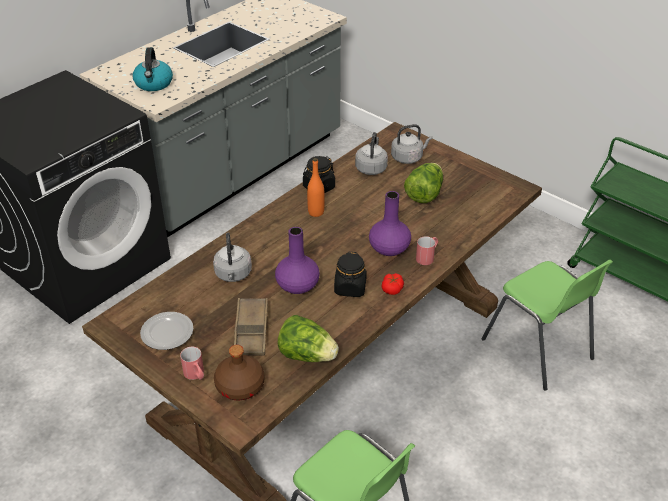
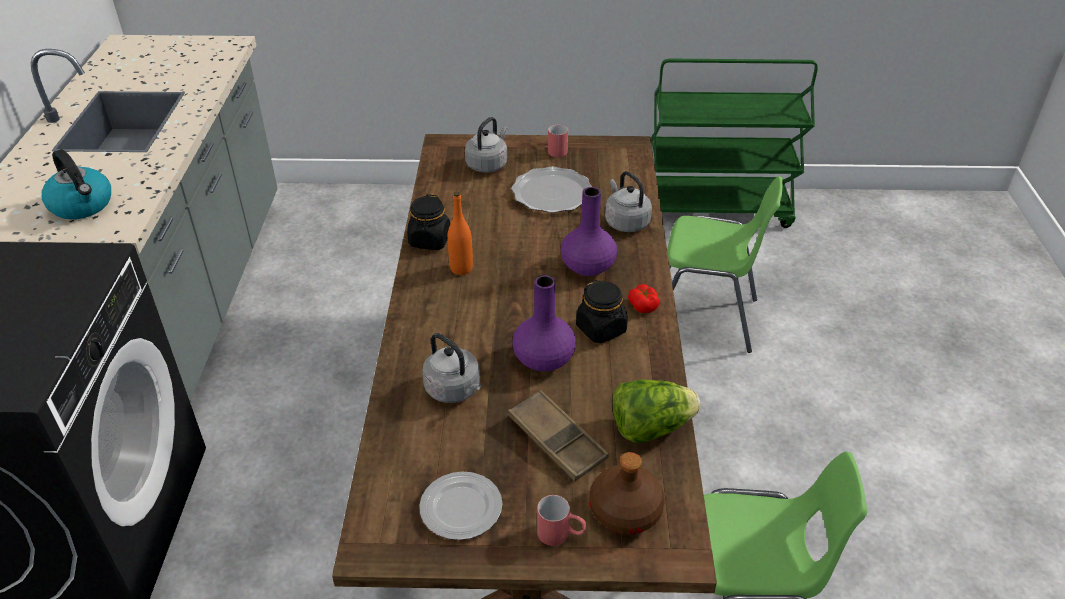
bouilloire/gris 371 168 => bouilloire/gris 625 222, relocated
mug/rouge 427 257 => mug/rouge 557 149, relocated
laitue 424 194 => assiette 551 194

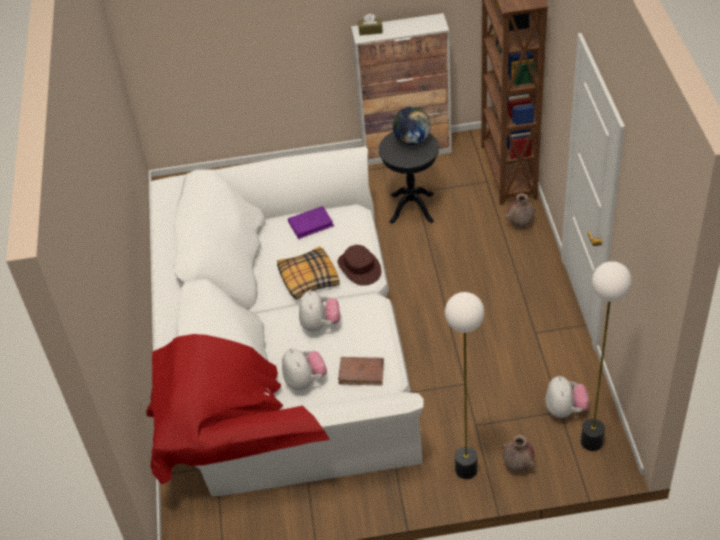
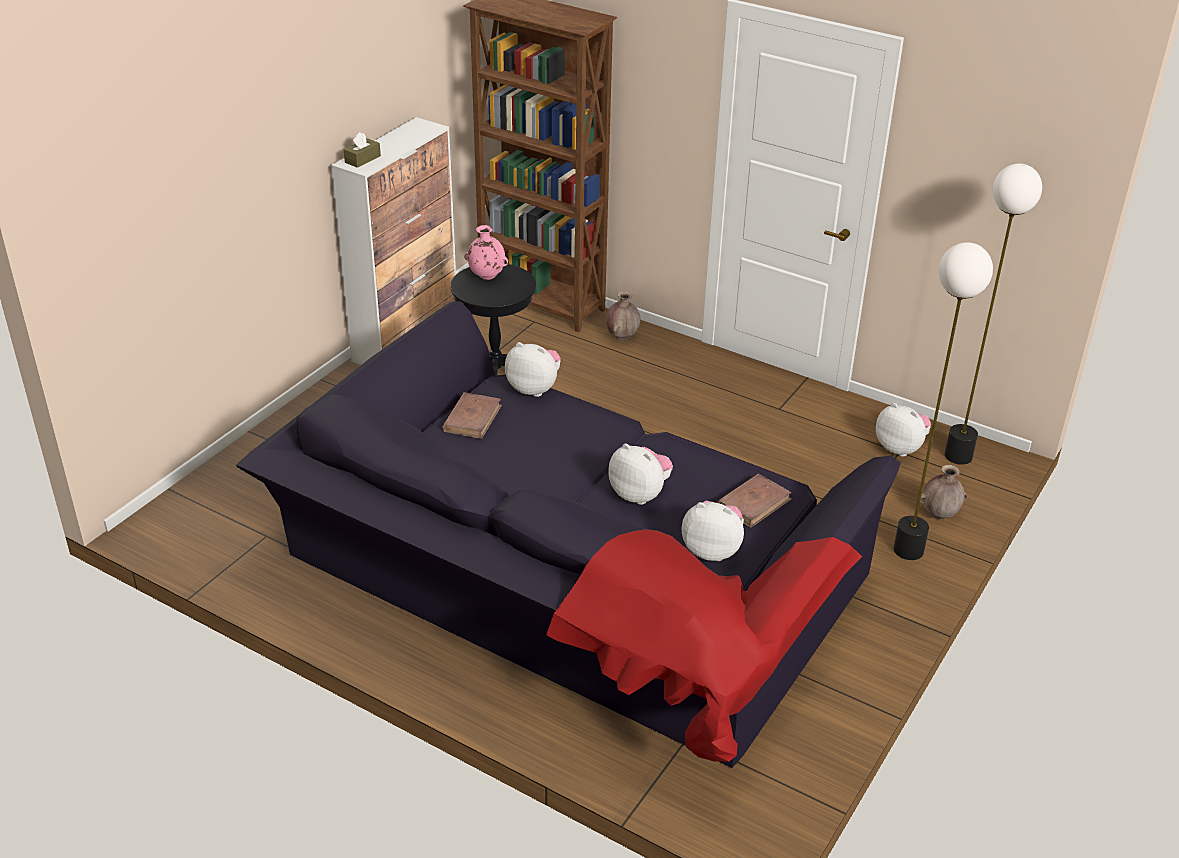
coussin 308 278 => nothing
chapeau/marron 359 267 => nothing
nothing => peluche 534 388
globe 412 140 => vase/rose 486 276
canapé/blanc 282 347 => canapé/noir 567 580
livre/violet 311 224 => livre/marron 472 418

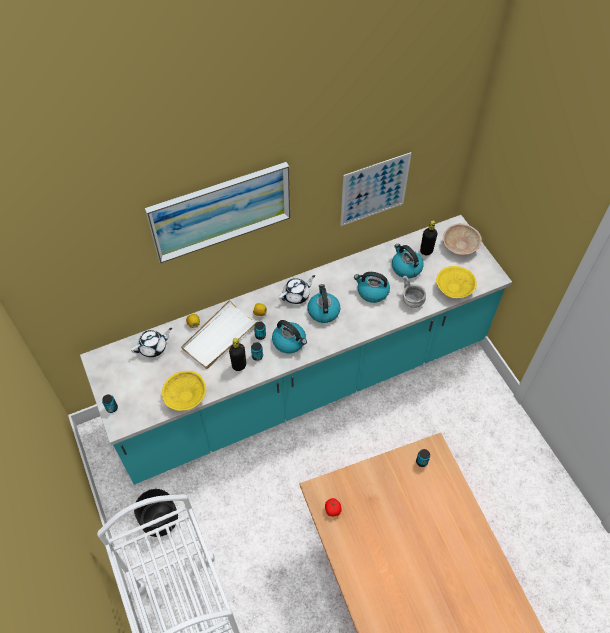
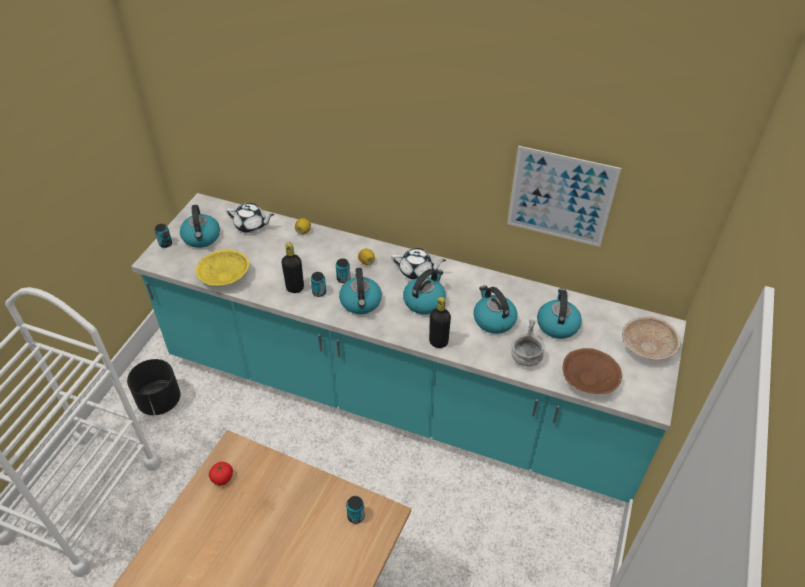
tableau 220 211 => nothing
plateau/blanc 219 336 => nothing
nothing => bouilloire 202 238
bouteille/noir 426 251 => bouteille/noir 438 342, relocated
bol/jaune 454 288 => bol/marron 589 380

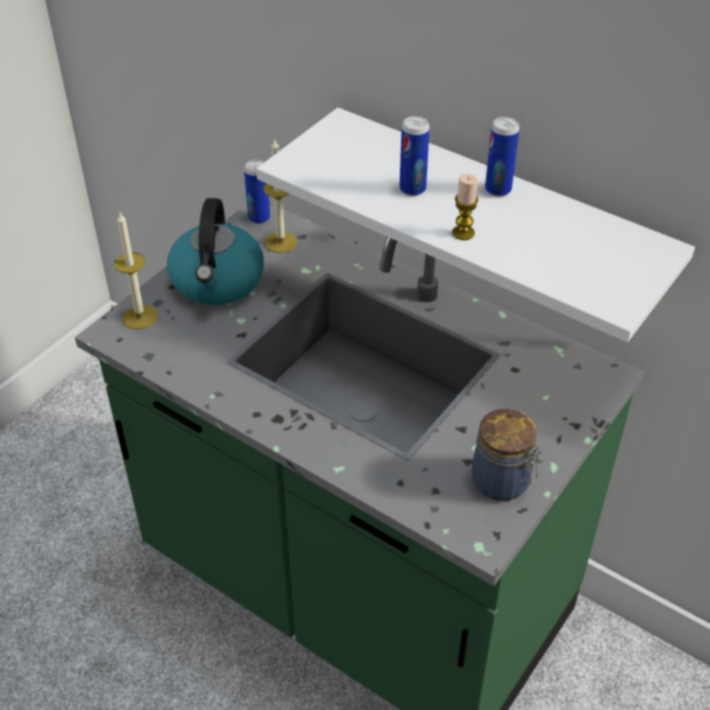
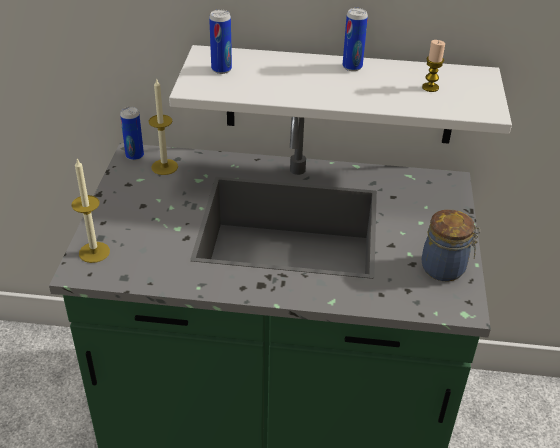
bouilloire 218 282 => nothing
boîte métallique 412 189 => boîte métallique 221 69, relocated
bougie 463 233 => bougie 430 87, relocated

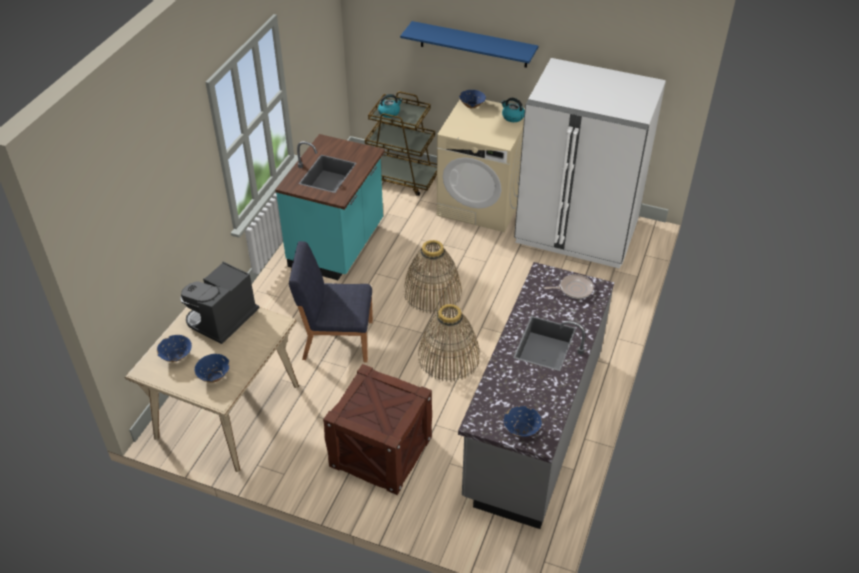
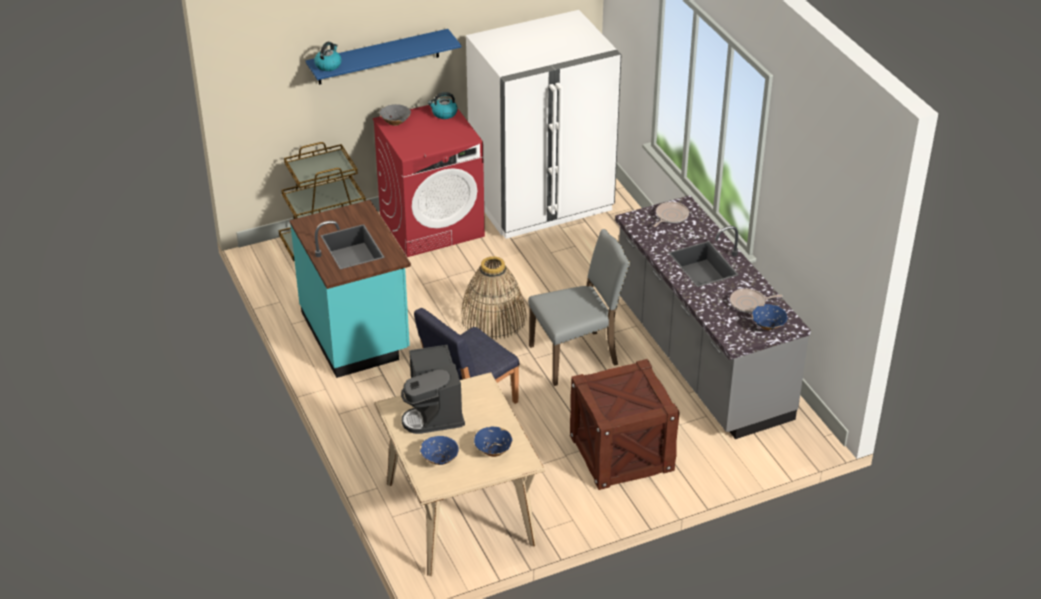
nothing => poêle 749 303
bouilloire 389 112 => bouilloire 328 65, relocated
panier 449 357 => chaise/gris 576 356
lave-linge/beige 481 203 => lave-linge/rouge 432 225
bol/bleu 472 105 => bol/gris 395 122

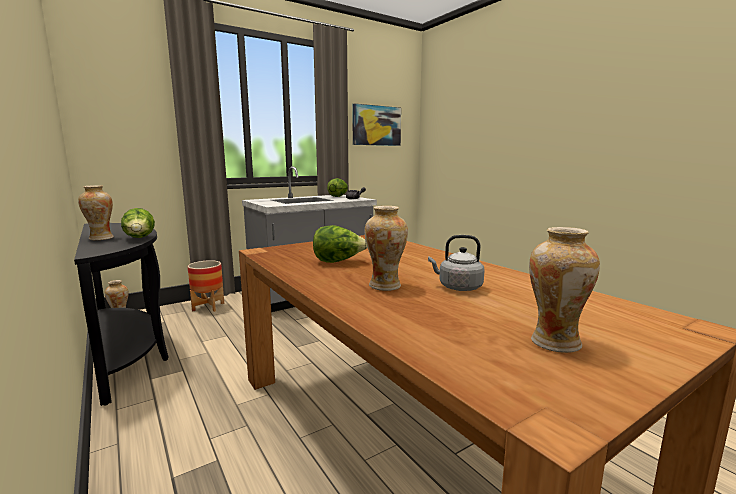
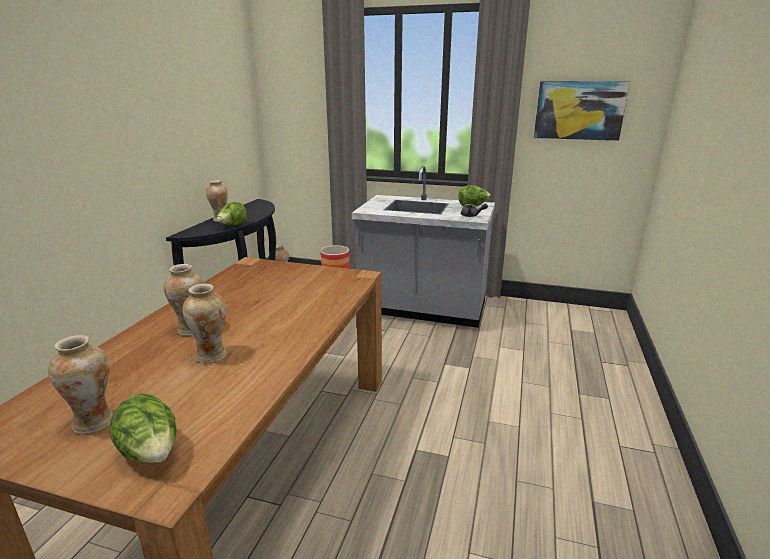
laitue 338 261 => laitue 151 453, relocated
bouilloire/gris 457 287 => vase 211 356

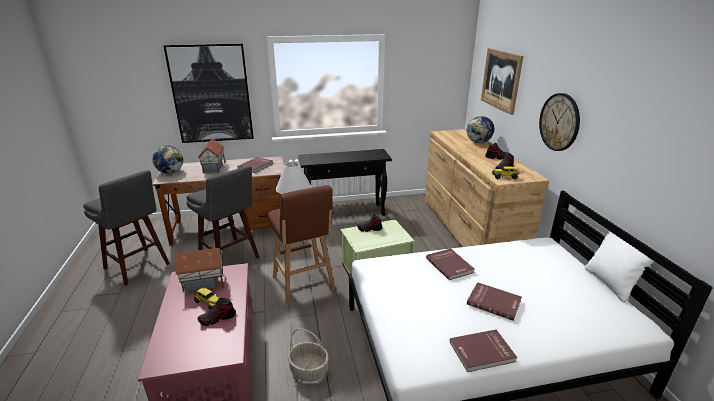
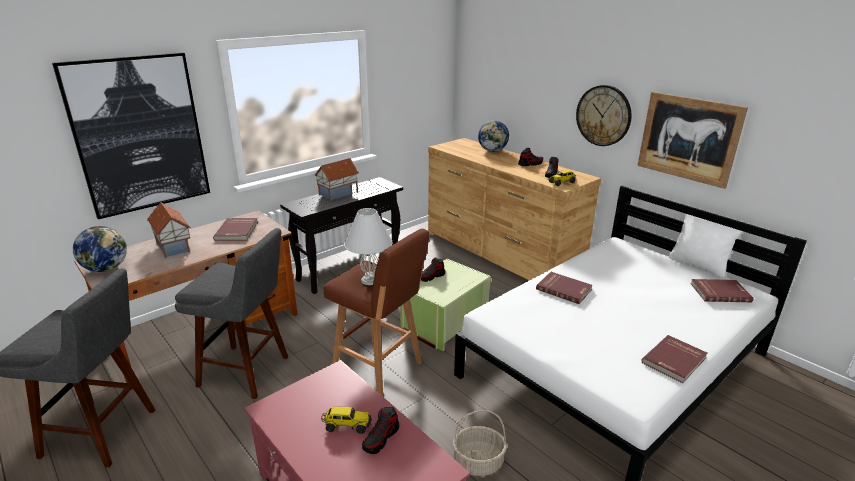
maison miniature 204 283 => maison miniature 338 194, relocated
livre/rouge 494 302 => livre/rouge 719 292, relocated
tableau 501 80 => tableau 688 138, relocated

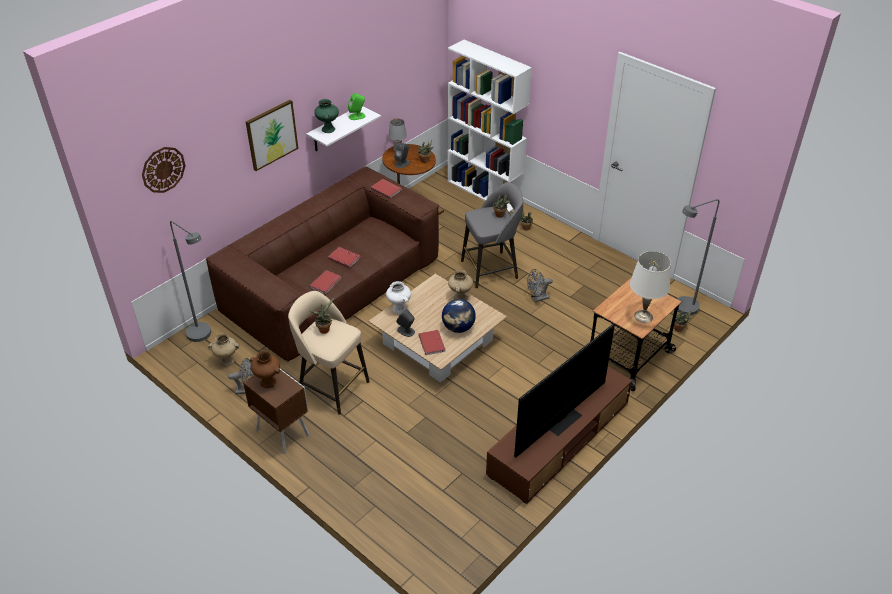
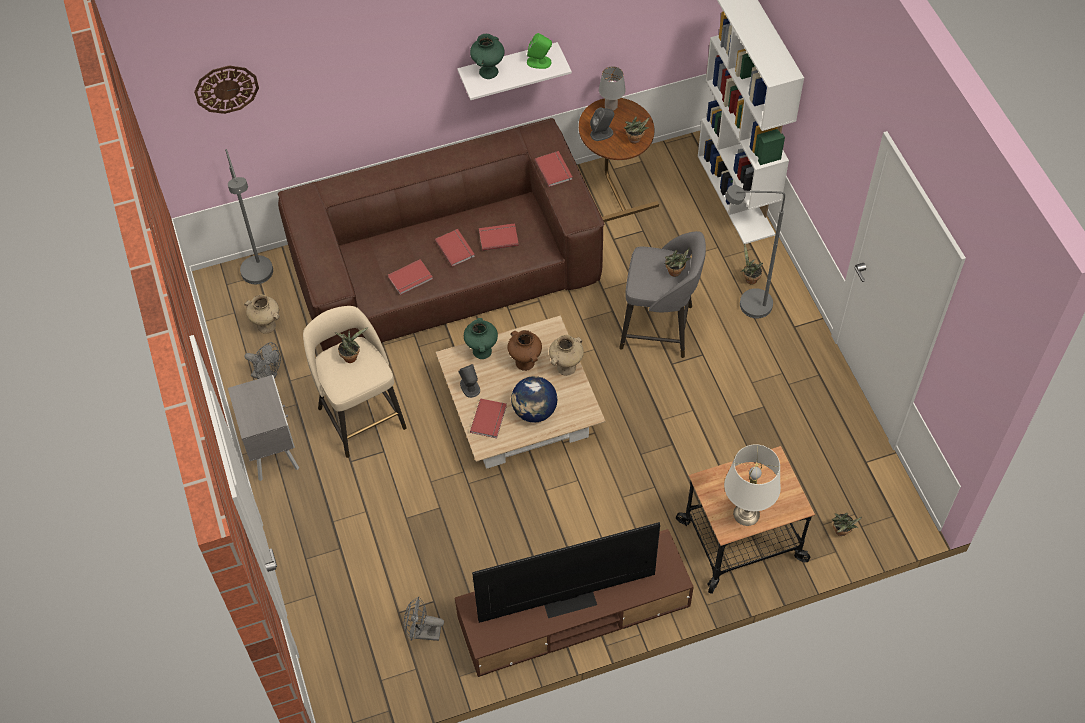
tableau 271 134 => nothing
nothing => livre/rouge 498 237
vase/marron 268 382 => vase/marron 525 362, relocated
ventilateur/gris 537 298 => ventilateur/gris 423 633, relocated
lampadaire/gris 681 310 => lampadaire/gris 746 306, relocated
table de chevet/marron 282 432 => table de chevet/gris 273 451
vase/blanc 398 309 => vase/vert 481 350

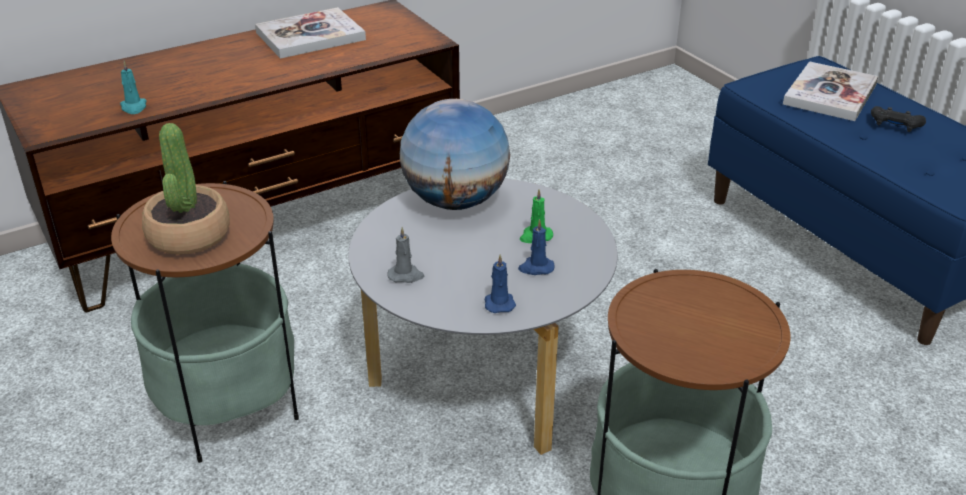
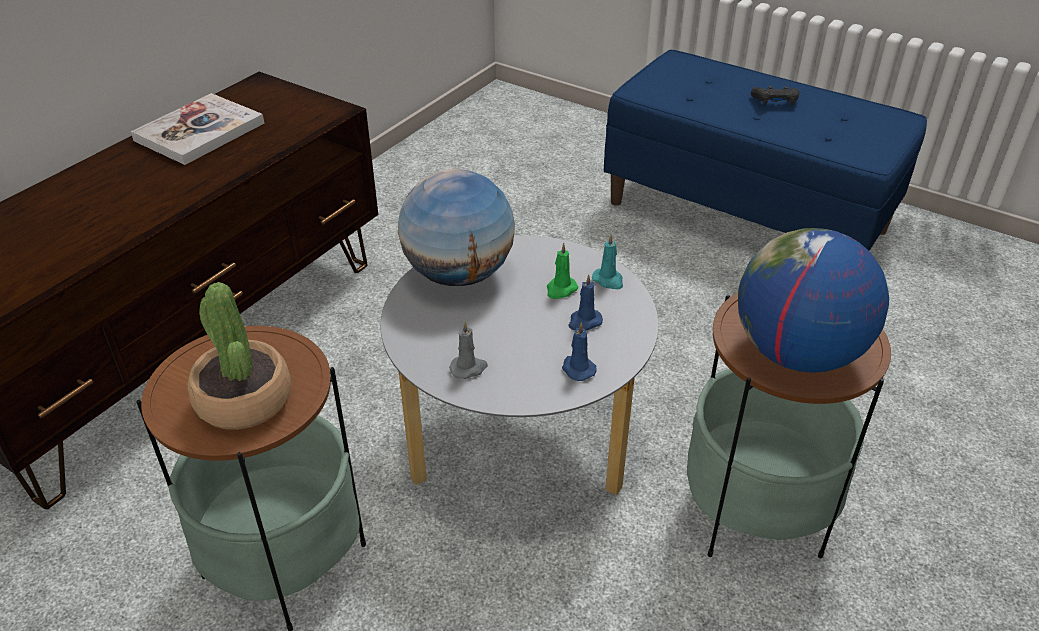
livre 830 94 => nothing
nothing => globe 796 353
bougie/turquoise 134 107 => bougie/turquoise 608 280, relocated

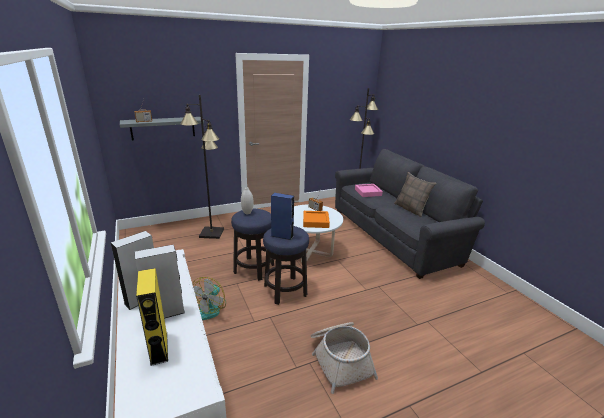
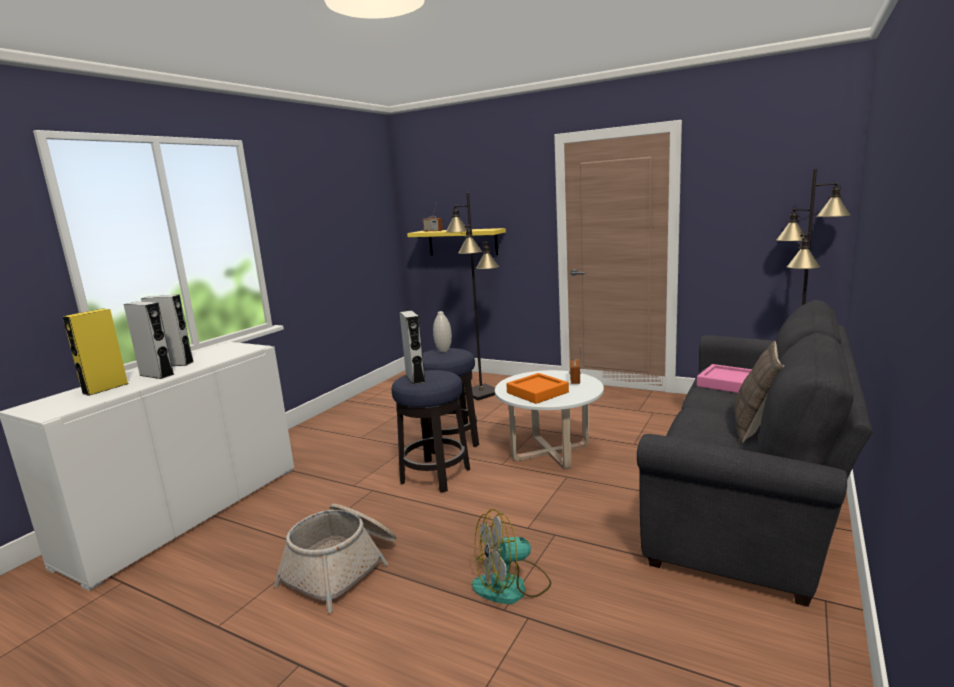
ventilateur 210 309 => ventilateur 511 586, relocated
étagère/gris 163 128 => étagère/jaune 462 242
enceinte/bleu 282 236 => enceinte/gris 415 378

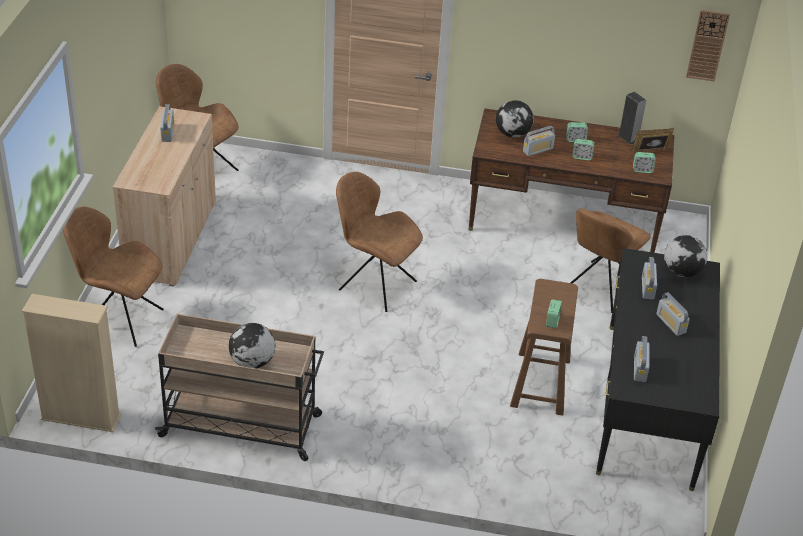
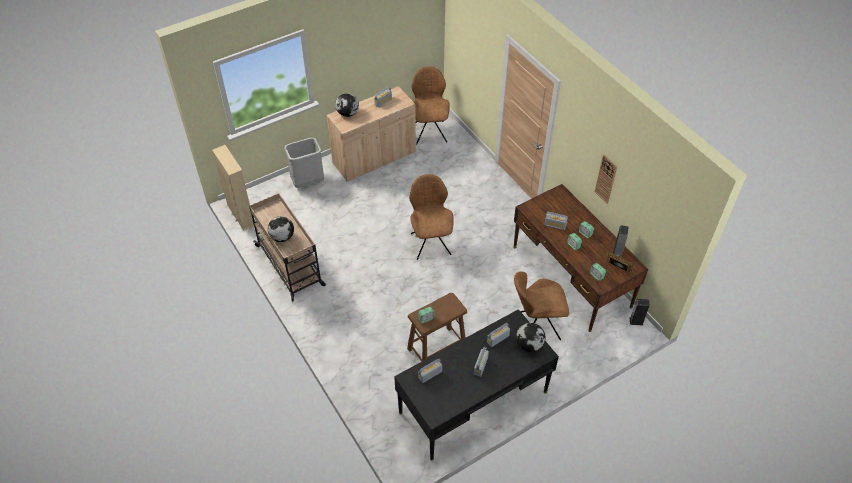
nothing => enceinte 636 321
globe 513 134 => globe 348 113, relocated
horloge murale 707 45 => horloge murale 606 179, relocated
chaise/marron 120 319 => poubelle/gris 308 182

